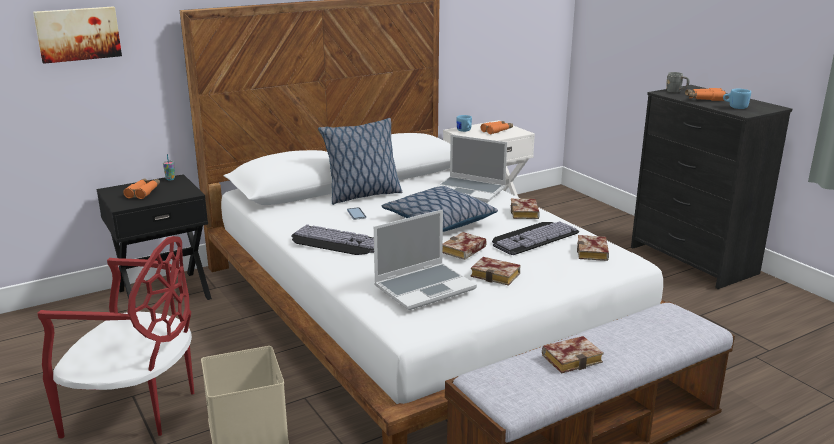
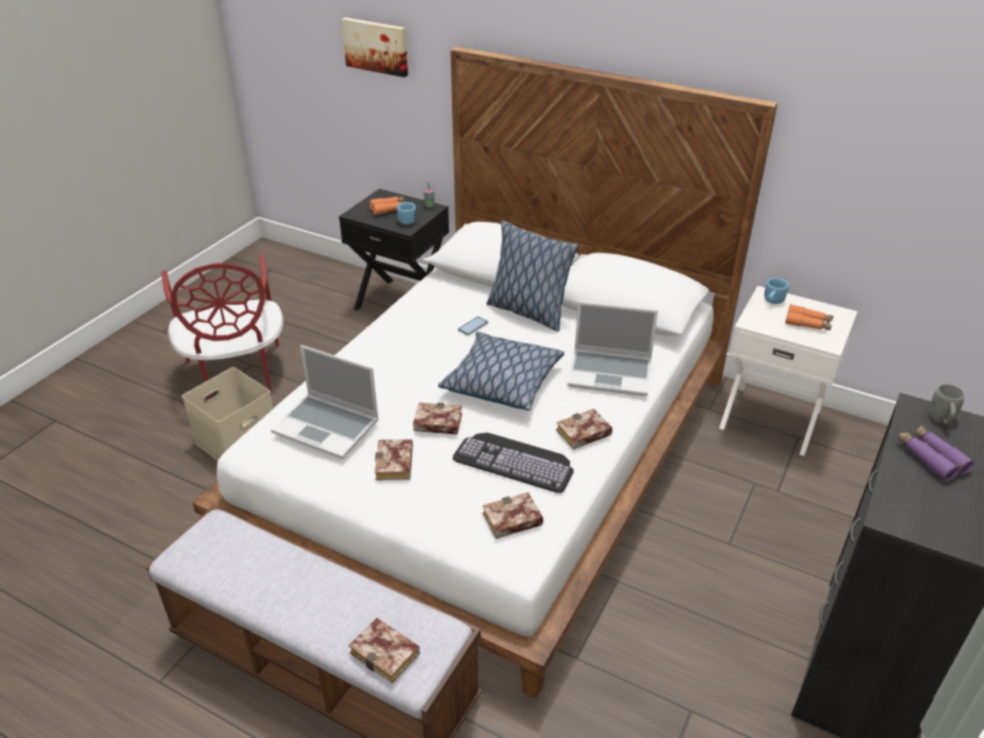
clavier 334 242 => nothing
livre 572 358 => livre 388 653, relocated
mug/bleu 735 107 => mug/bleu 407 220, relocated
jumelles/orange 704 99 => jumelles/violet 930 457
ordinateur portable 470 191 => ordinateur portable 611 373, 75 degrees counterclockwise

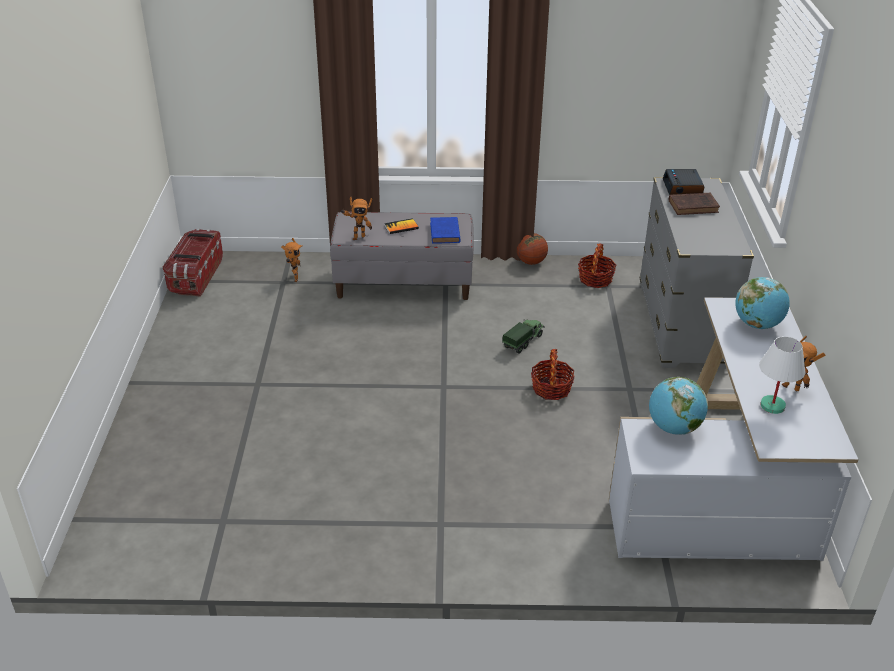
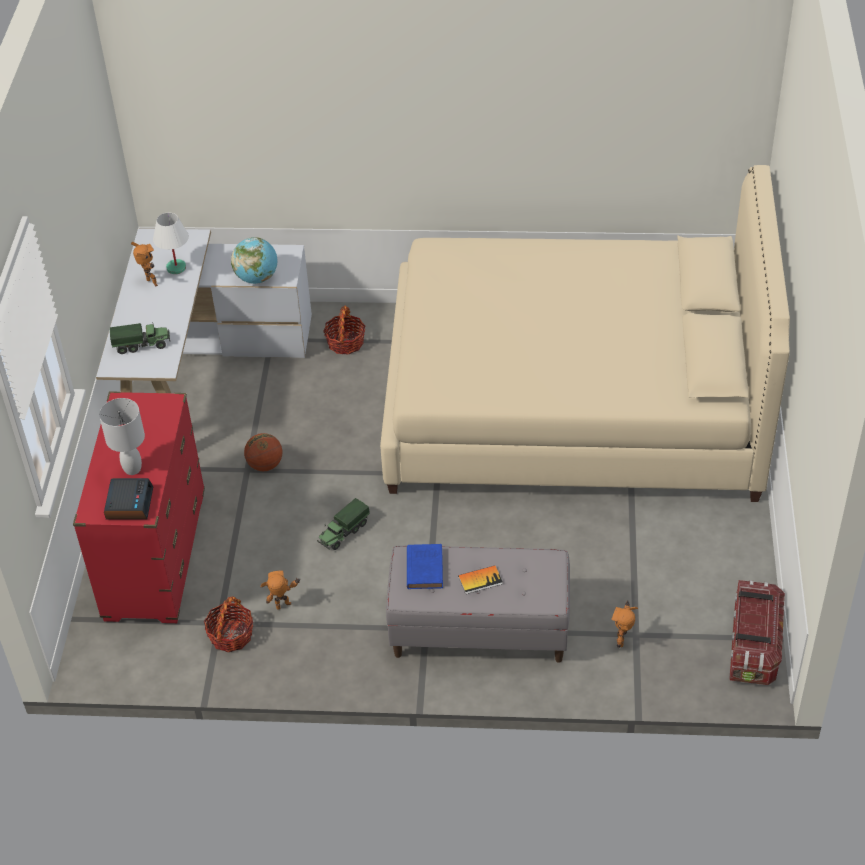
nothing => lit/beige 573 403
robot jouet 357 237 => robot jouet 284 608, relocated
ballon de basket 531 262 => ballon de basket 265 465, relocated
panier 551 388 => panier 345 343, relocated
livre/marron 694 206 => lampe de table/blanc 132 468
globe 757 324 => camion jouet 142 345
commode/gris 681 325 => commode/rouge 155 556

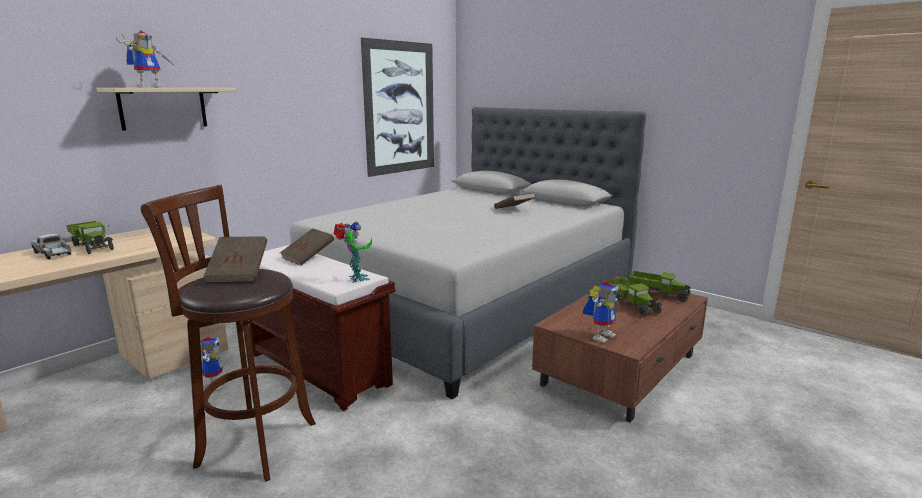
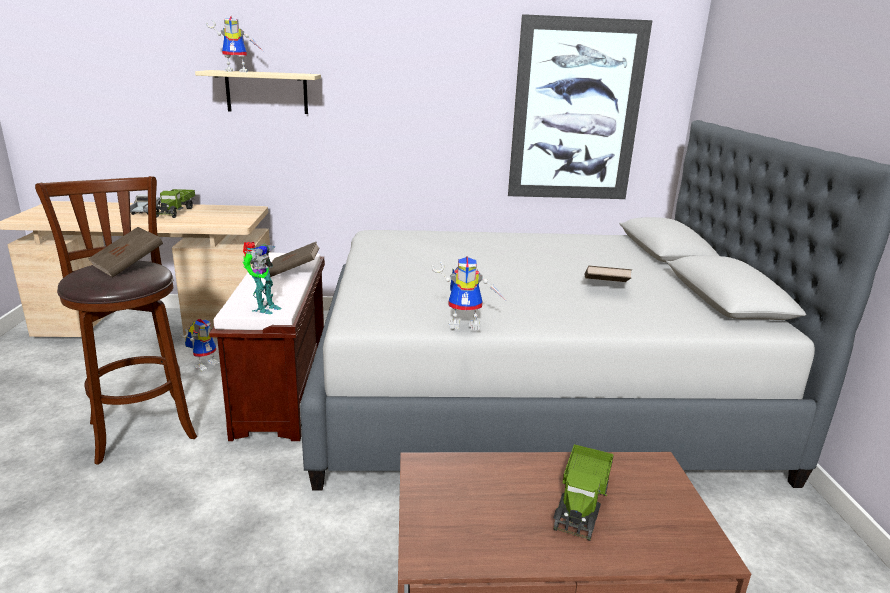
camion jouet 657 294 => nothing
robot jouet 601 335 => robot jouet 467 324, relocated

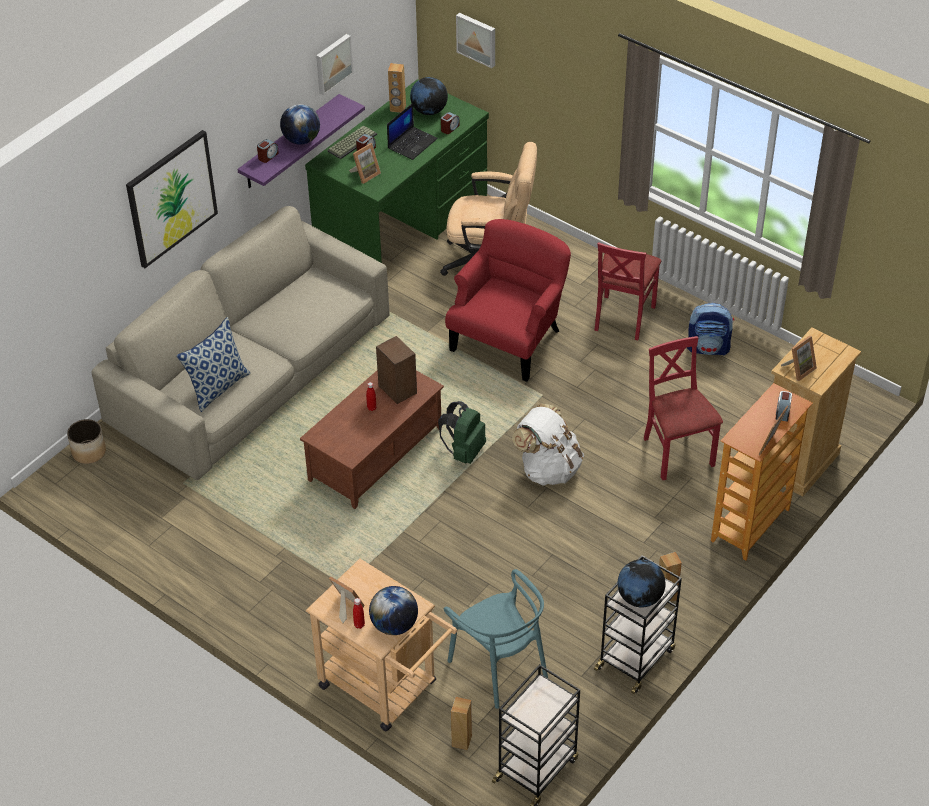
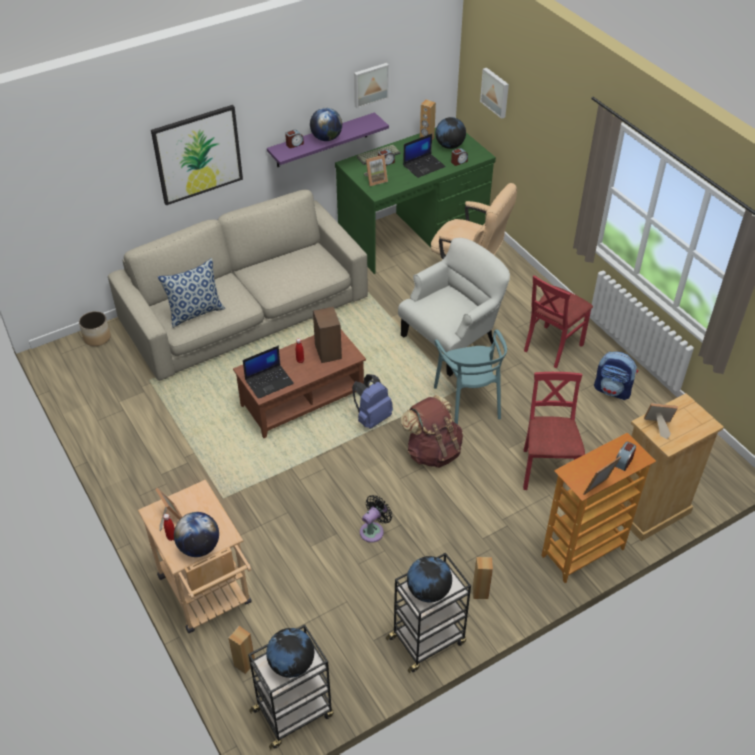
nothing => ordinateur portable 269 381
nothing => globe 291 664
nothing => ventilateur/noir 373 530
chaise/turquoise 499 667 => chaise/turquoise 469 401, relocated
sac à dos/vert 464 451 => sac à dos/bleu 372 417
fauteuil/rouge 509 339 => fauteuil/blanc 451 339
sac à dos/blanc 548 468 => sac à dos/marron 432 451
cadre photo 798 369 => cadre photo 657 427, 150 degrees counterclockwise

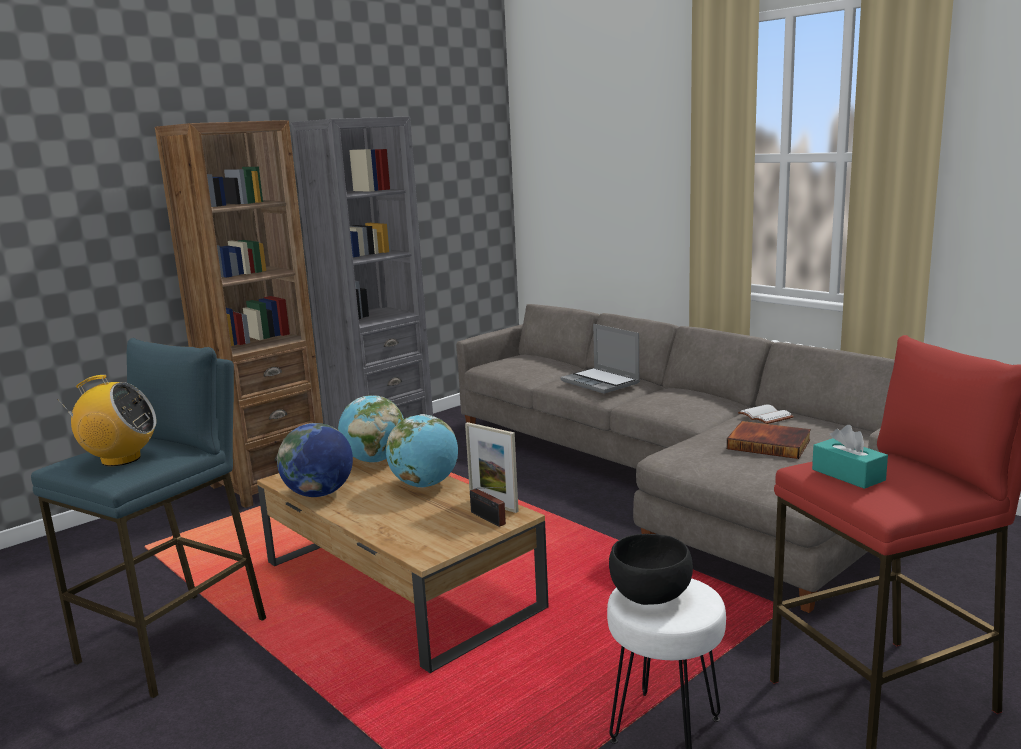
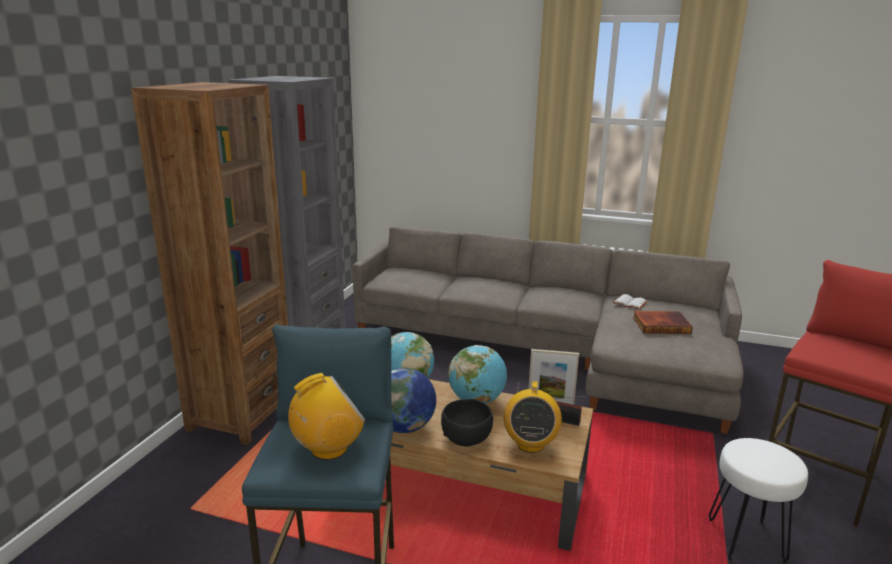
ordinateur portable 601 382 => nothing
boîte à mouchoirs/turquoise 848 475 => nothing
nothing => radio 530 444
bol/noir 651 595 => bol/noir 467 438, relocated

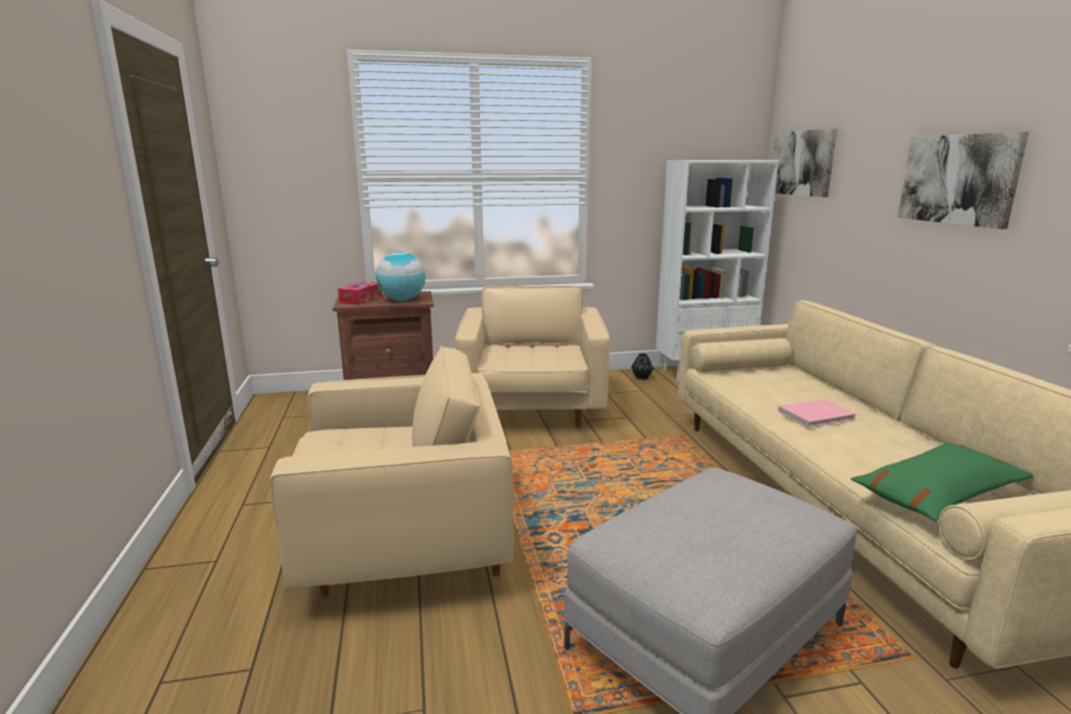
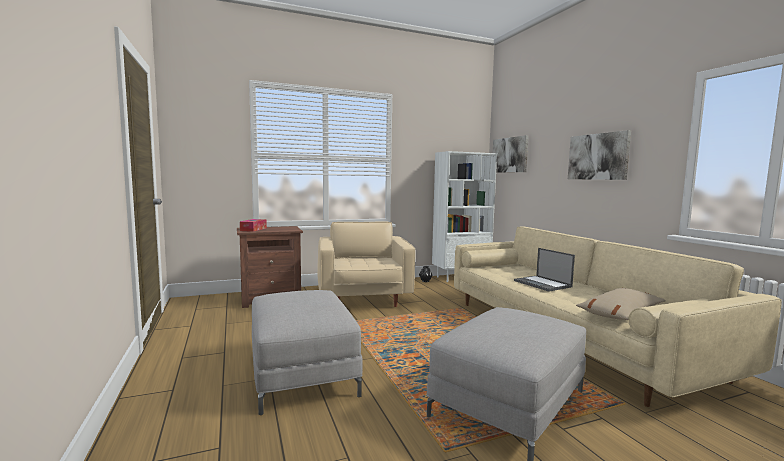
globe 402 300 => nothing
fauteuil/beige 402 543 => pouf/gris 303 371
livre/rose 818 416 => ordinateur portable 543 284
coussin/vert 938 495 => coussin/beige 620 313

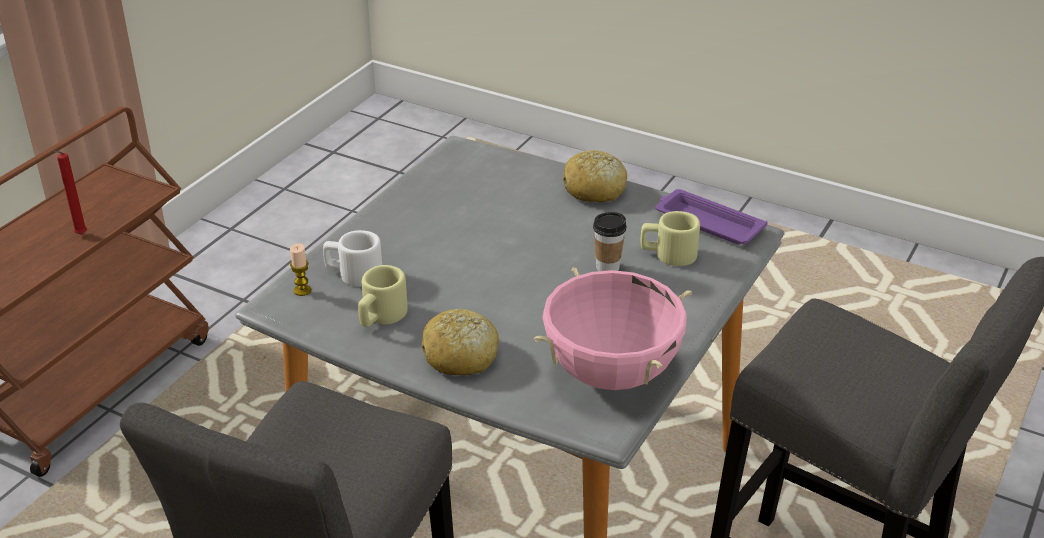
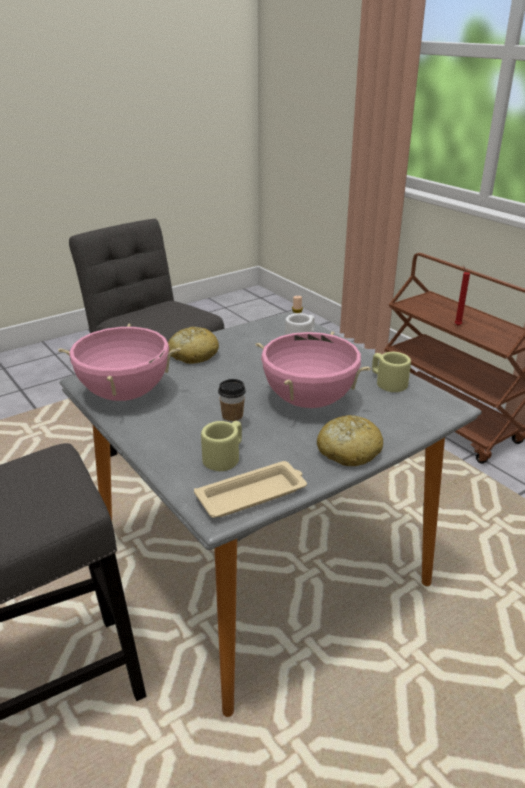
nothing => marmite/rose 308 401
mug/beige 380 316 => mug/beige 387 382, relocated
plateau/violet 707 223 => plateau/beige 253 494

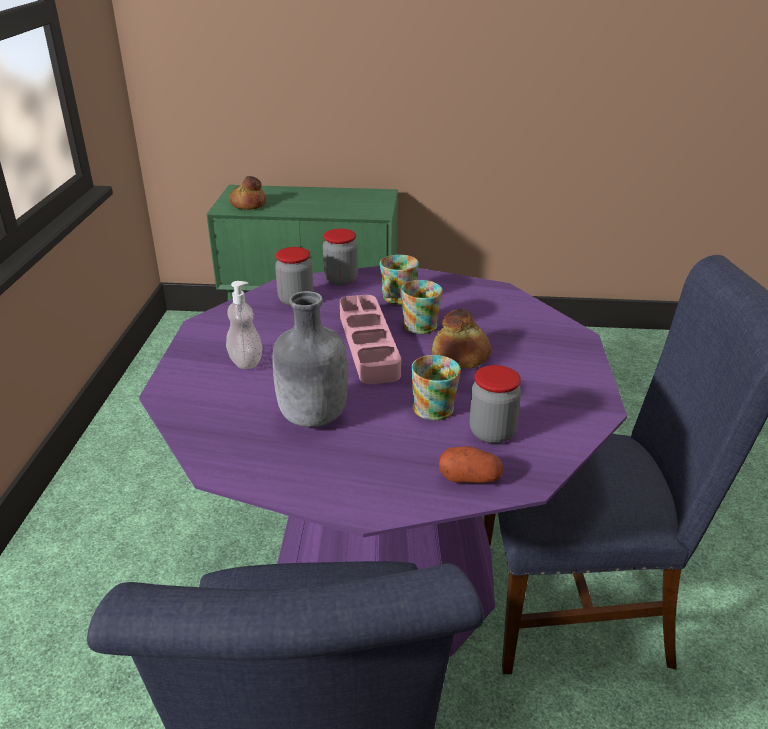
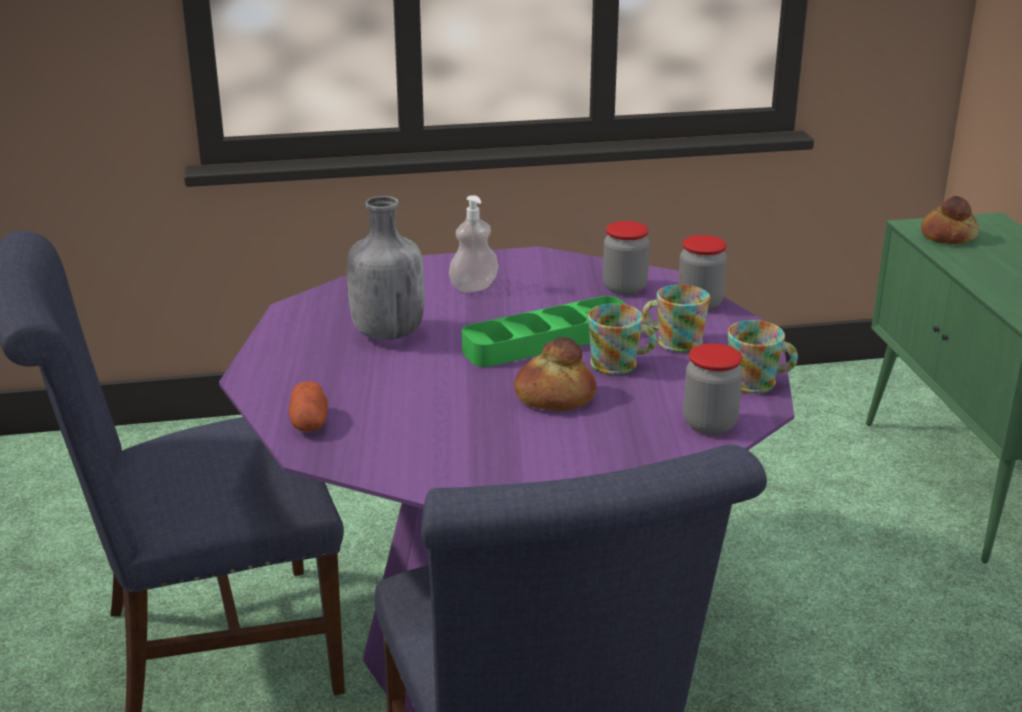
mug 436 405 => mug 759 383, relocated
bocal 492 433 => bocal 710 424, relocated
plateau/rose 368 344 => plateau/vert 547 340

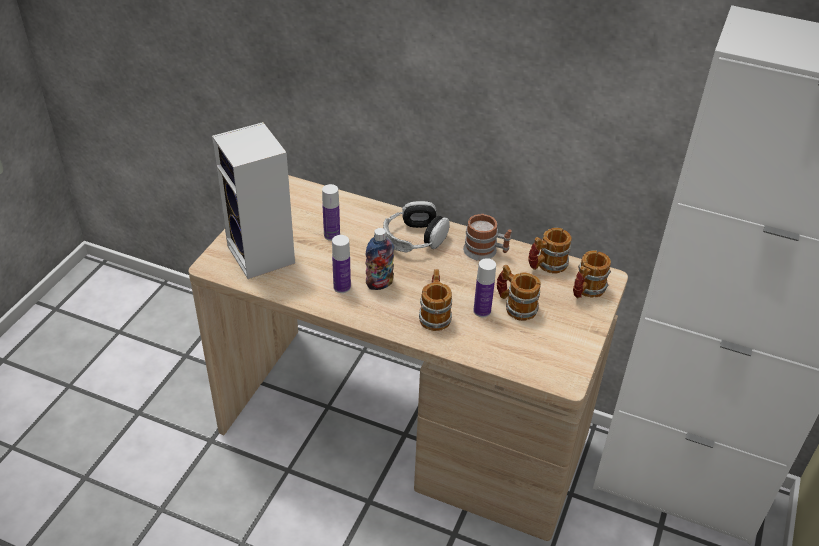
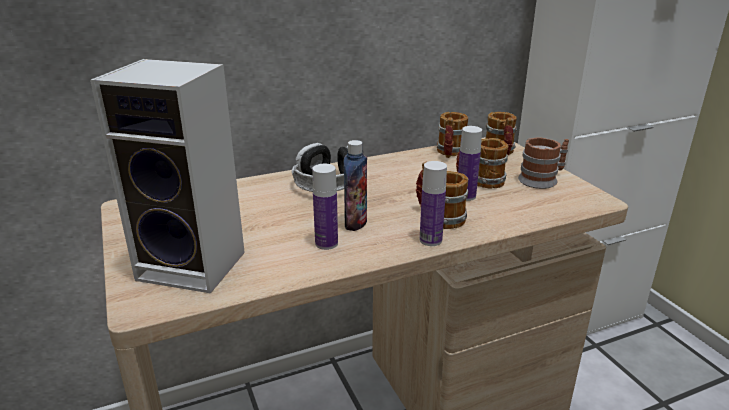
bouteille 332 235 => bouteille 430 240, relocated
mug 485 251 => mug 542 179, relocated

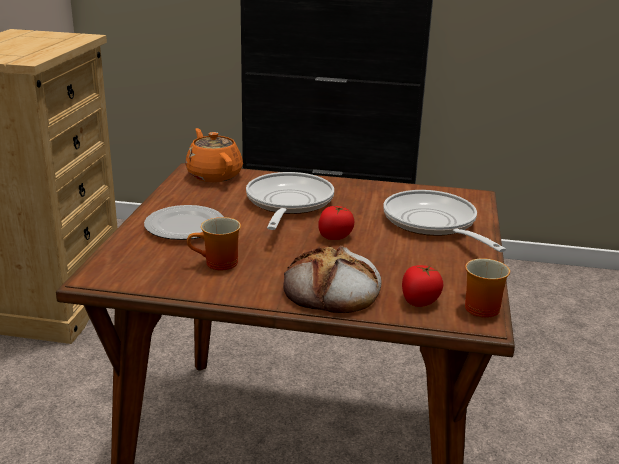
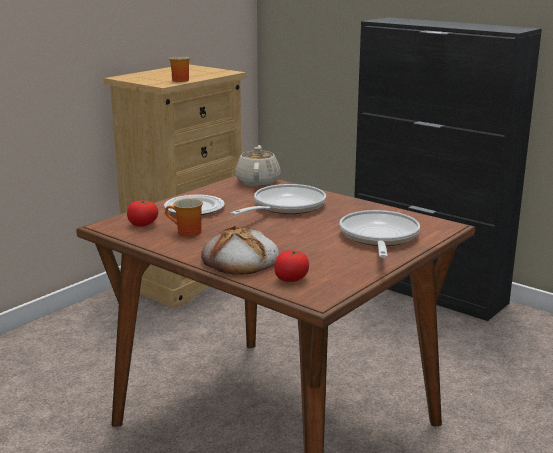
tomate 335 236 => tomate 143 224, relocated
mug 477 307 => mug 180 80, relocated
théière/orange 214 175 => théière/beige 258 181

